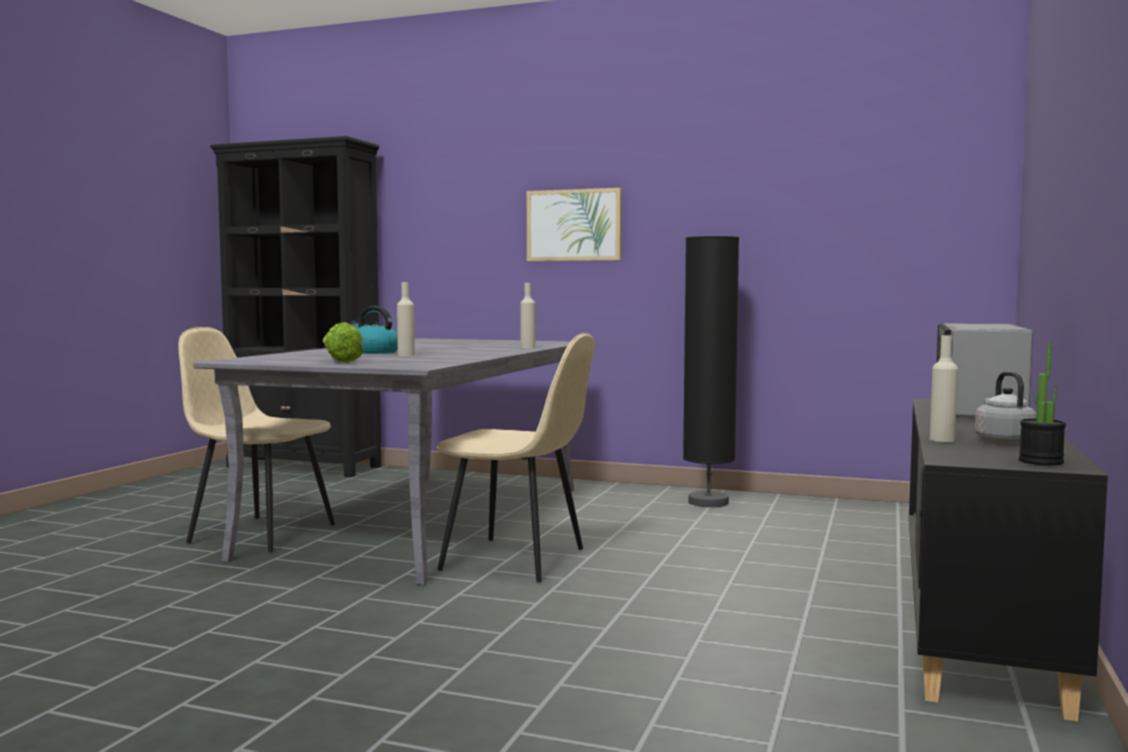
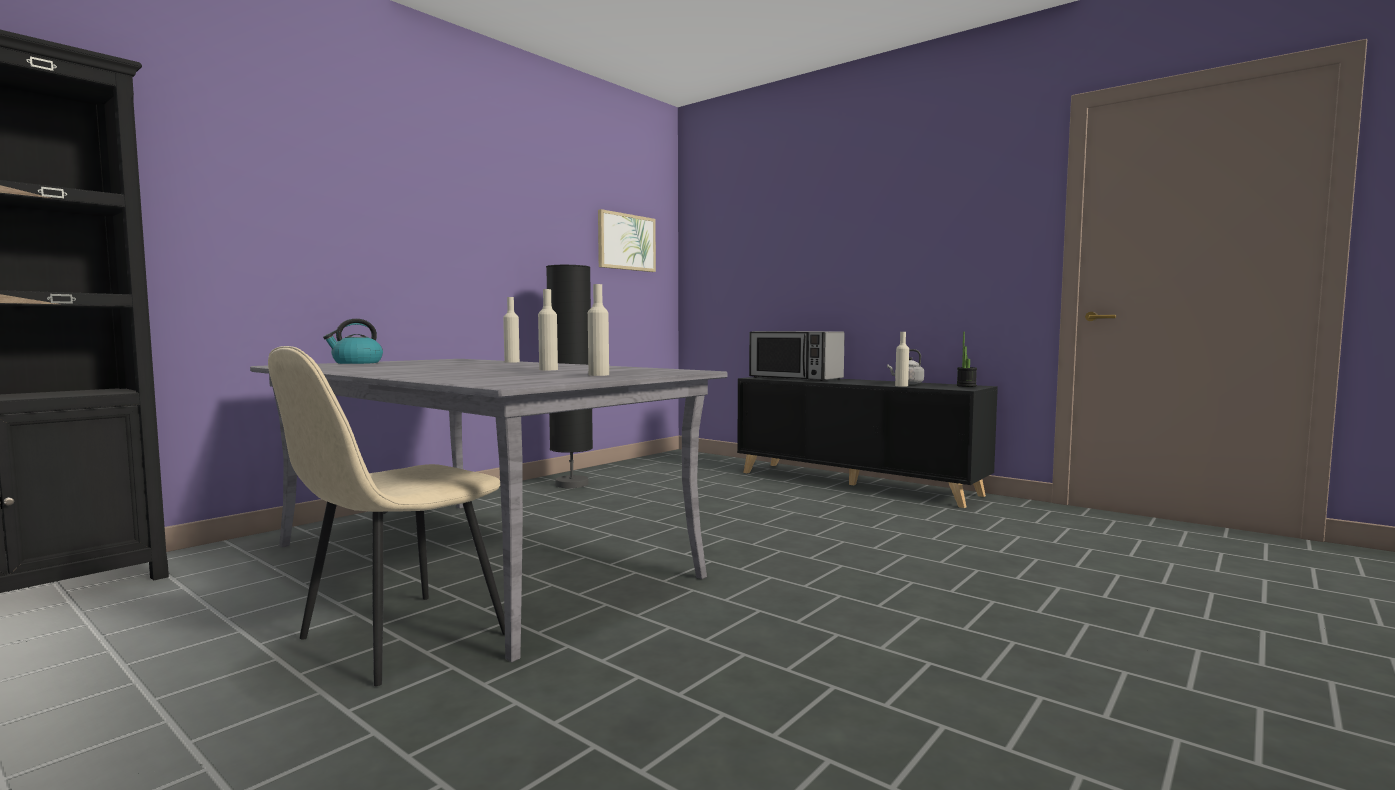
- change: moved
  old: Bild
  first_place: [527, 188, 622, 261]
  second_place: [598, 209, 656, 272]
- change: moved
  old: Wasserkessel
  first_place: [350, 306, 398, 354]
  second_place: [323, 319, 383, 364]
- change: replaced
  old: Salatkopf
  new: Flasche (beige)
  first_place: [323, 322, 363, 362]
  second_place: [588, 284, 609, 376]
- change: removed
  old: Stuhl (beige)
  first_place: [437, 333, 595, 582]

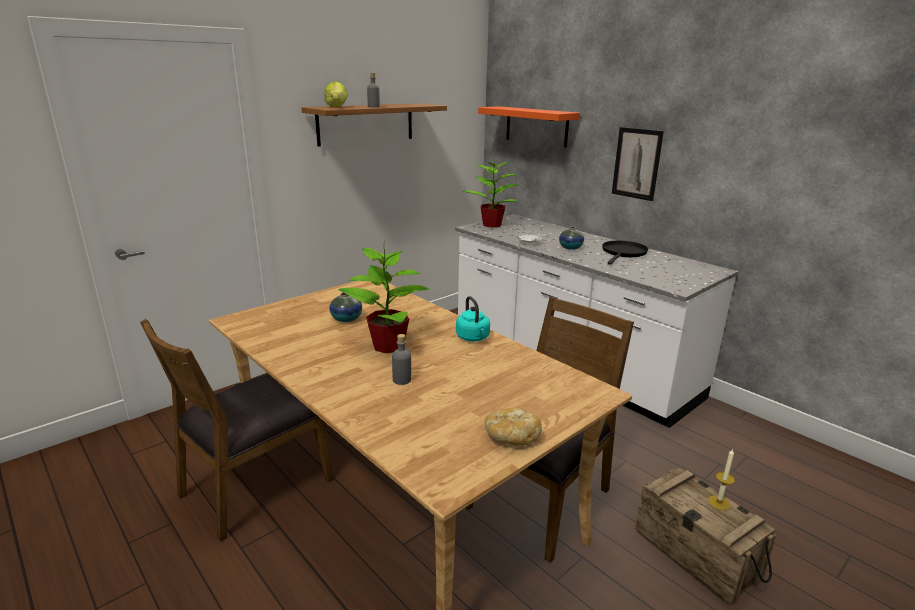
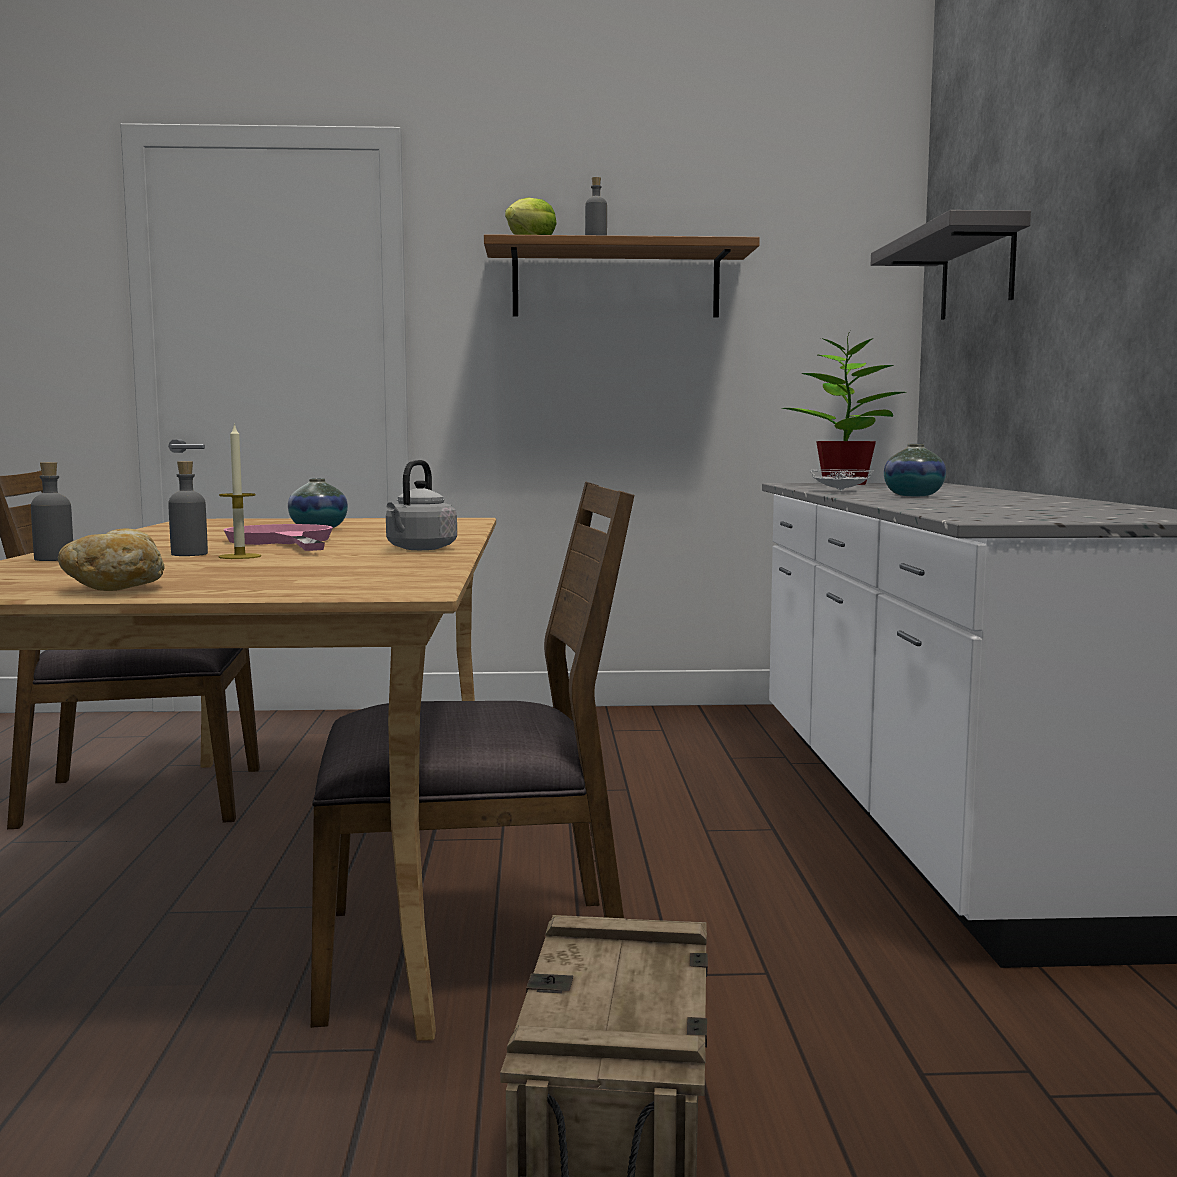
- change: recoloured
  old: Wandregal (orange)
  new: Wandregal (grau)
  first_place: [478, 106, 580, 147]
  second_place: [871, 210, 1031, 320]
- change: removed
  old: Bild
  first_place: [612, 127, 664, 201]
- change: removed
  old: Pfanne (schwarz)
  first_place: [602, 240, 649, 265]
- change: replaced
  old: Topfpflanze
  new: Pfanne (rosa)
  first_place: [338, 241, 429, 353]
  second_place: [224, 524, 333, 551]
- change: recoloured
  old: Wasserkessel (türkis)
  new: Wasserkessel (grau)
  first_place: [456, 296, 490, 341]
  second_place: [386, 460, 457, 550]
- change: moved
  old: Kerze
  first_place: [708, 449, 735, 510]
  second_place: [219, 423, 261, 559]
- change: added
  new: Flasche (grau)
  second_place: [31, 462, 73, 561]

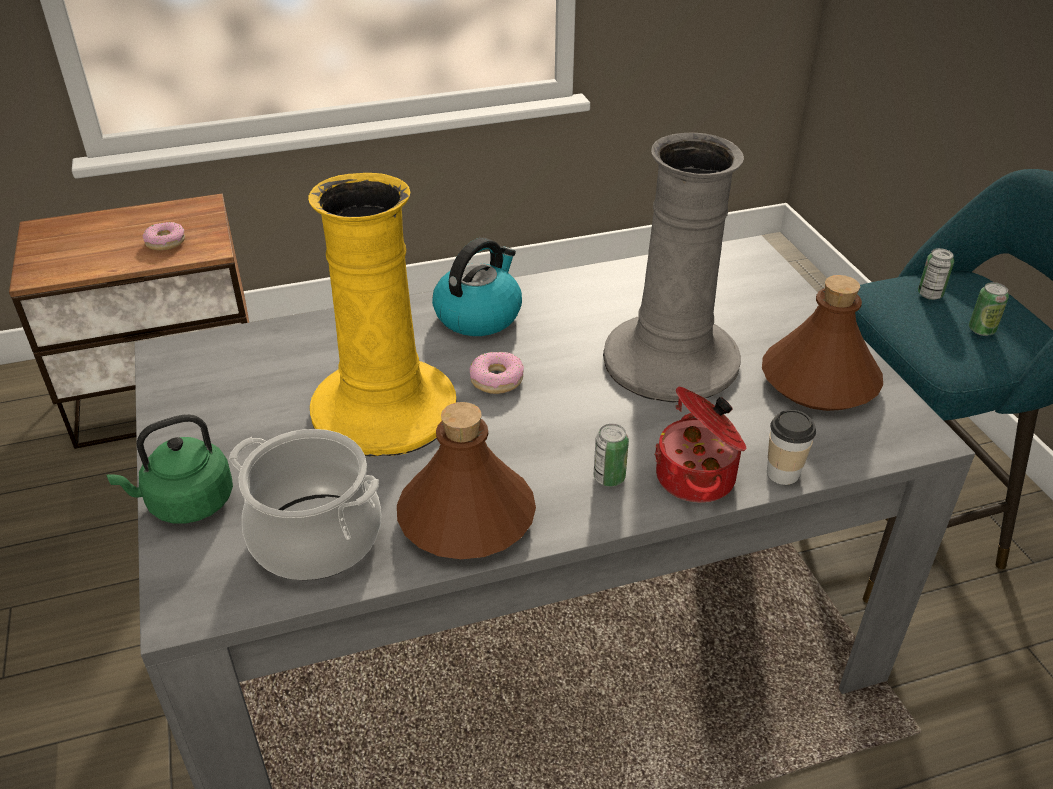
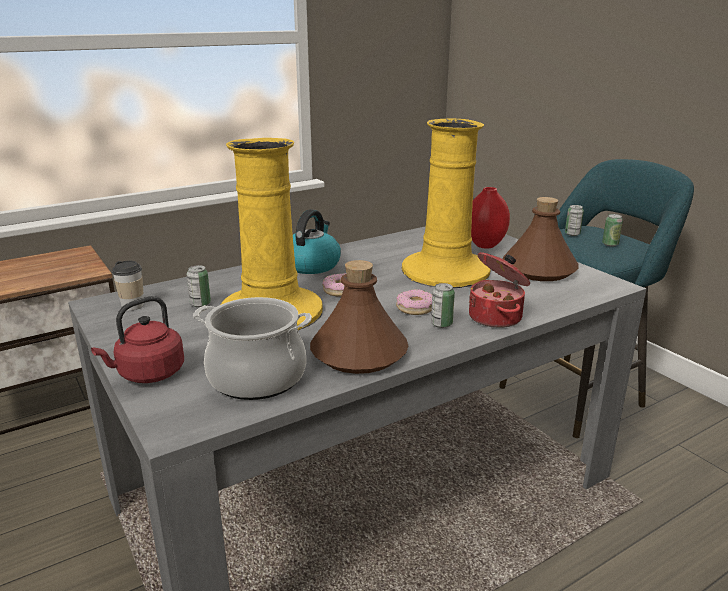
- change: recoloured
  old: Vase (grau)
  new: Vase (gelb)
  first_place: [603, 133, 744, 402]
  second_place: [402, 119, 491, 288]
- change: moved
  old: Donut
  first_place: [143, 222, 185, 250]
  second_place: [396, 289, 432, 315]
- change: moved
  old: Tasse
  first_place: [767, 410, 816, 485]
  second_place: [112, 261, 144, 311]
- change: recoloured
  old: Wasserkessel (grün)
  new: Wasserkessel (rot)
  first_place: [106, 414, 233, 524]
  second_place: [91, 296, 184, 383]
- change: added
  new: Vase (rot)
  second_place: [471, 187, 510, 249]
- change: added
  new: Dose
  second_place: [187, 265, 211, 307]

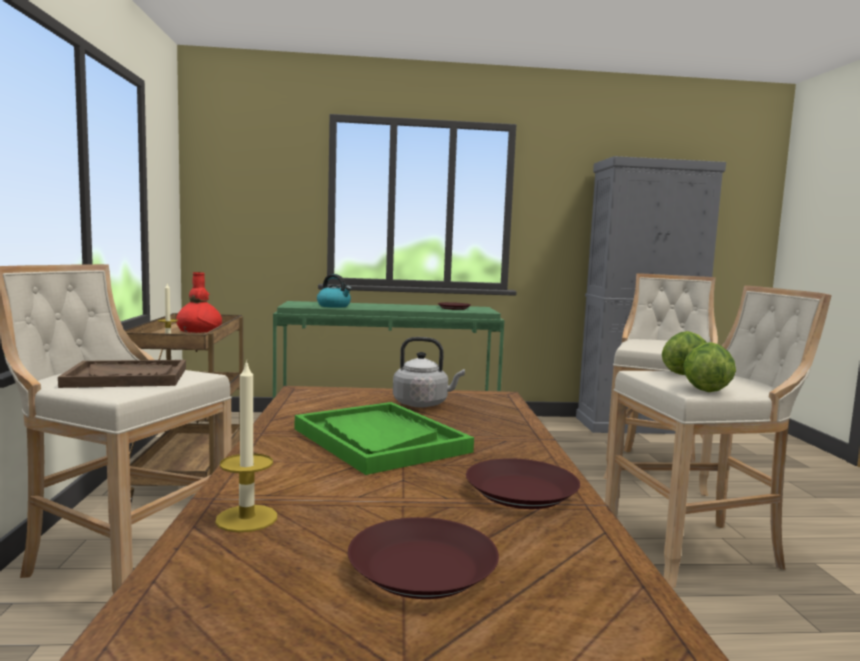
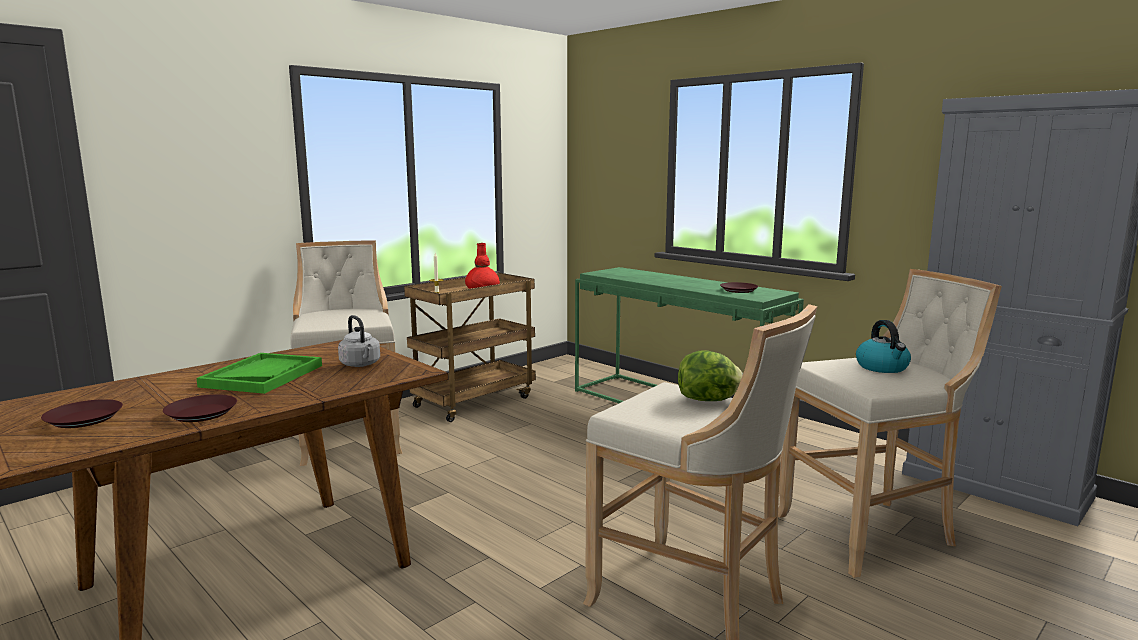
- change: moved
  old: Wasserkessel
  first_place: [317, 274, 352, 308]
  second_place: [856, 320, 911, 373]
- change: removed
  old: Salatkopf
  first_place: [683, 342, 736, 392]
- change: removed
  old: Kerze
  first_place: [215, 359, 277, 532]
- change: removed
  old: Tablett (braun)
  first_place: [58, 360, 186, 388]

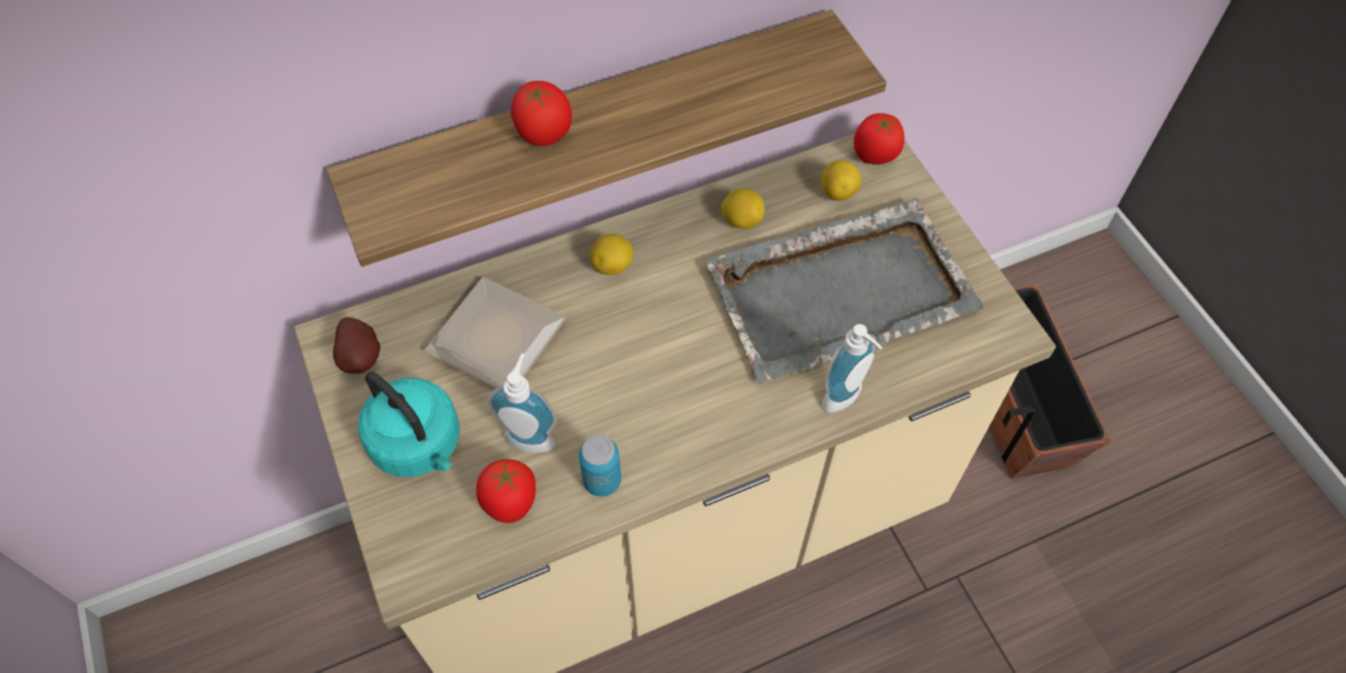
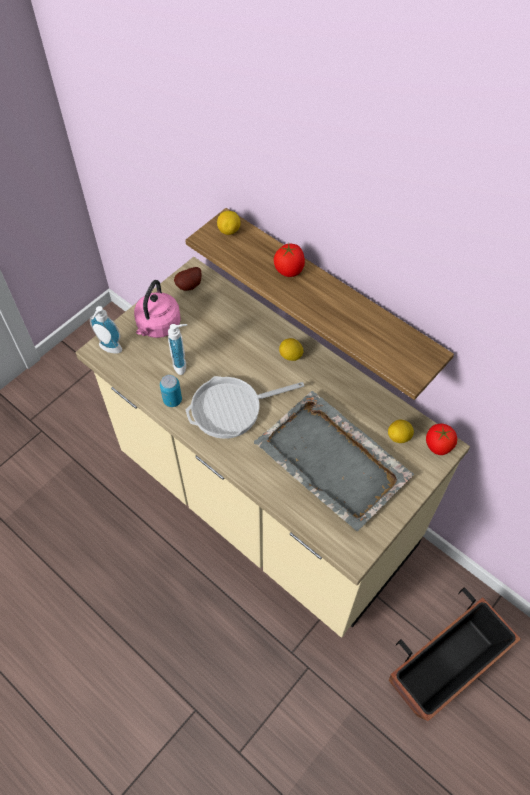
- change: moved
  old: Zitrone
  first_place: [721, 188, 765, 229]
  second_place: [217, 211, 241, 235]
- change: removed
  old: Teller
  first_place: [424, 277, 566, 388]
- change: moved
  old: Seifenspender
  first_place: [822, 324, 882, 413]
  second_place: [90, 306, 122, 353]
- change: recoloured
  old: Wasserkessel (türkis)
  new: Wasserkessel (rosa)
  first_place: [358, 372, 460, 477]
  second_place: [134, 280, 181, 338]
- change: removed
  old: Tomate
  first_place: [476, 459, 536, 523]
- change: added
  new: Pfanne
  second_place: [186, 376, 304, 439]

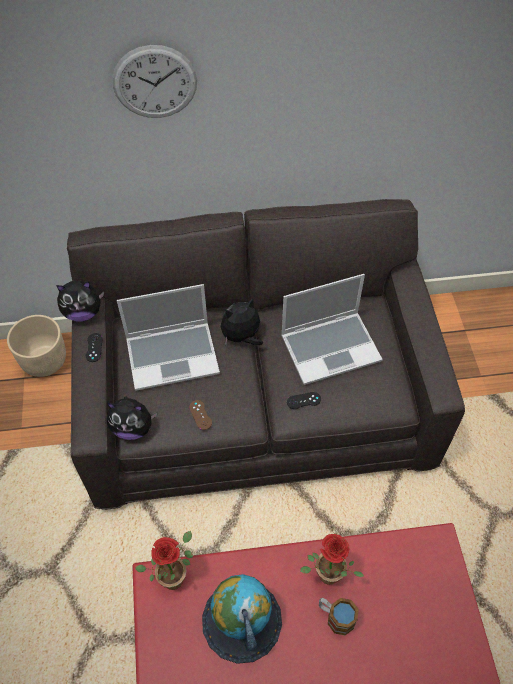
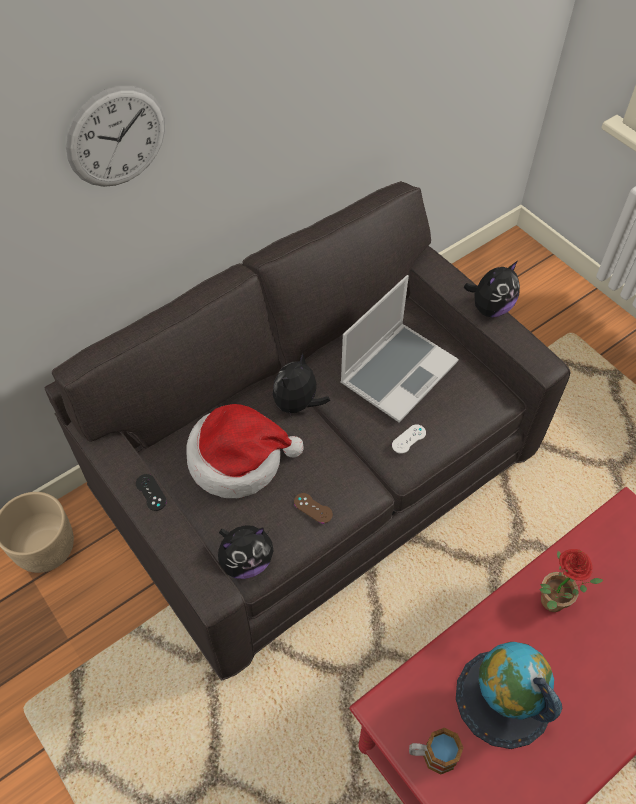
- change: moved
  old: Plüschtier
  first_place: [56, 281, 104, 322]
  second_place: [464, 261, 520, 317]
- change: replaced
  old: Laptop
  new: Hut
  first_place: [117, 284, 220, 391]
  second_place: [186, 404, 304, 498]
- change: recoloured
  old: Gamepad (schwarz)
  new: Gamepad (weiß)
  first_place: [287, 392, 321, 409]
  second_place: [392, 425, 426, 454]
- change: removed
  old: Topfpflanze
  first_place: [135, 531, 193, 590]
- change: moved
  old: Henkelbecher
  first_place: [319, 598, 359, 635]
  second_place: [409, 728, 464, 774]

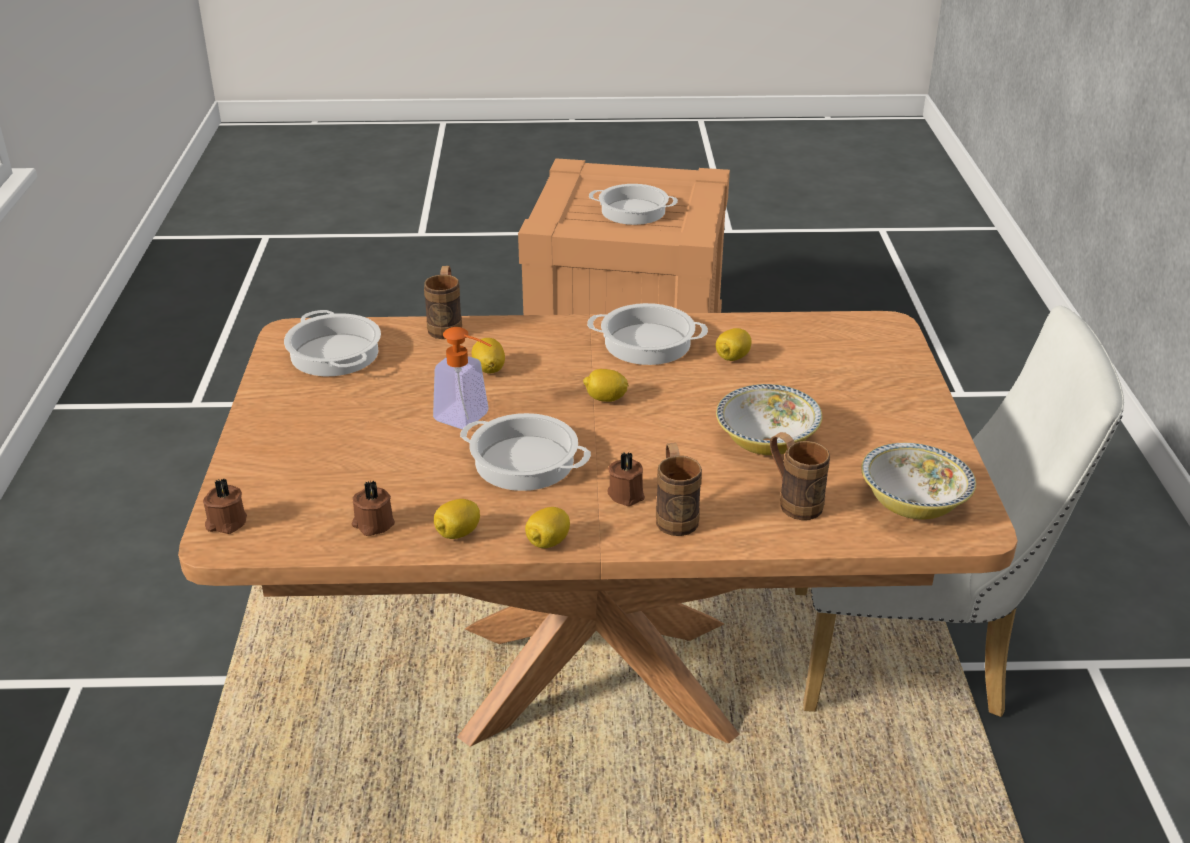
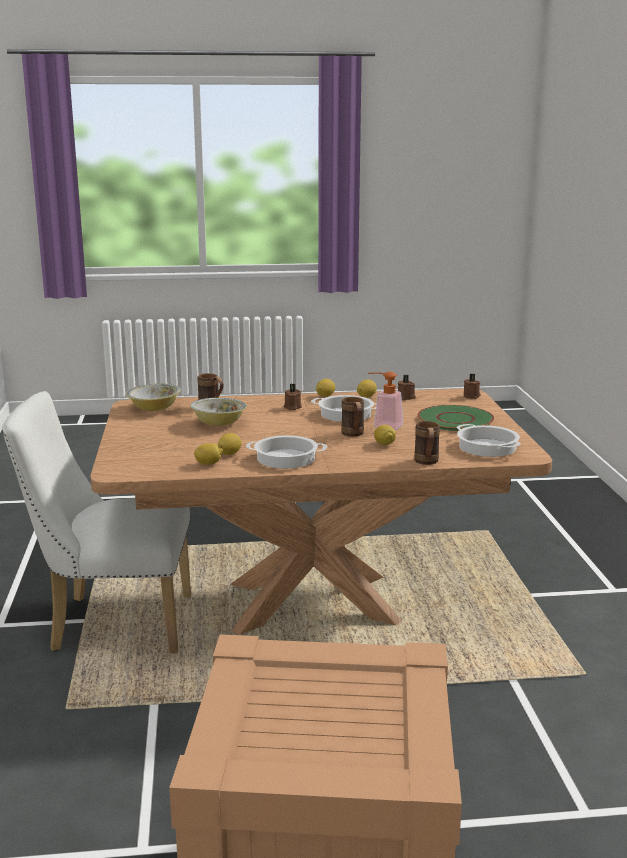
- change: removed
  old: Kochtopf
  first_place: [589, 184, 678, 225]
- change: moved
  old: Zitrone
  first_place: [583, 369, 629, 402]
  second_place: [194, 443, 223, 465]
- change: moved
  old: Henkelbecher (braun)
  first_place: [656, 442, 702, 536]
  second_place: [341, 397, 364, 437]
- change: added
  new: Teller (grün)
  second_place: [418, 405, 494, 431]

